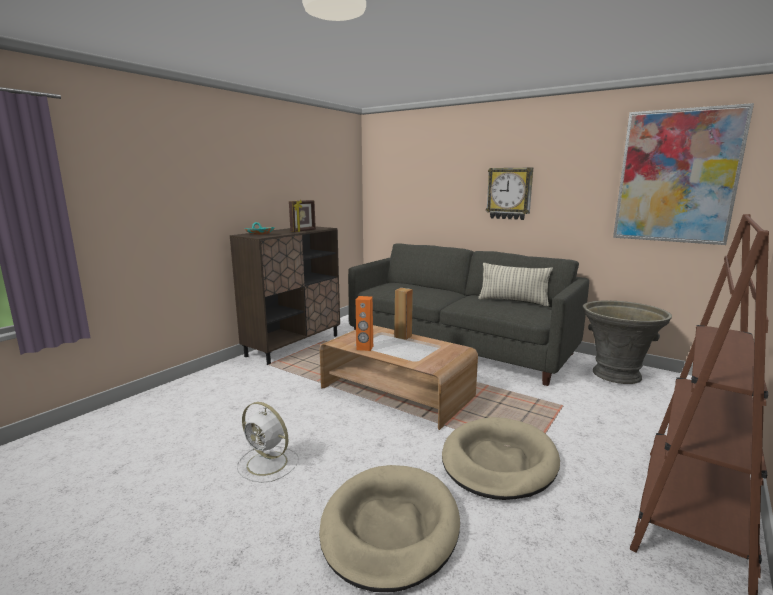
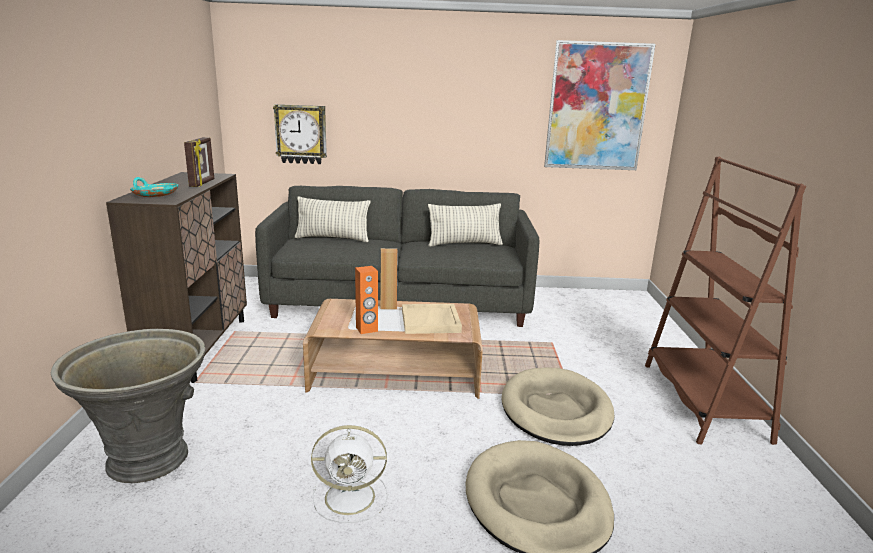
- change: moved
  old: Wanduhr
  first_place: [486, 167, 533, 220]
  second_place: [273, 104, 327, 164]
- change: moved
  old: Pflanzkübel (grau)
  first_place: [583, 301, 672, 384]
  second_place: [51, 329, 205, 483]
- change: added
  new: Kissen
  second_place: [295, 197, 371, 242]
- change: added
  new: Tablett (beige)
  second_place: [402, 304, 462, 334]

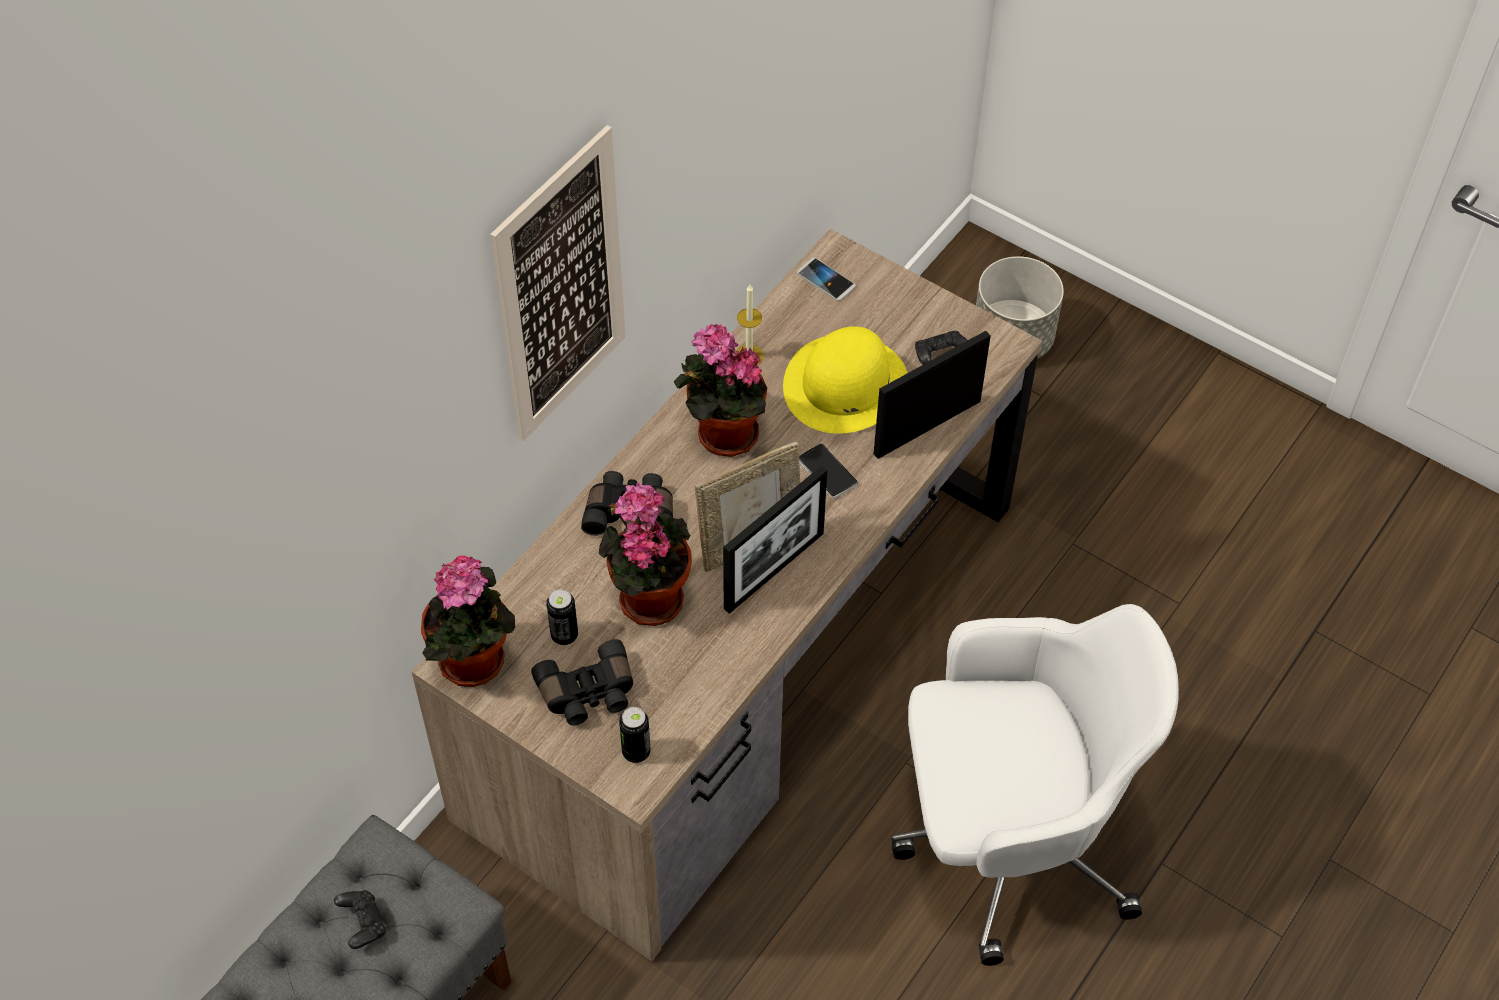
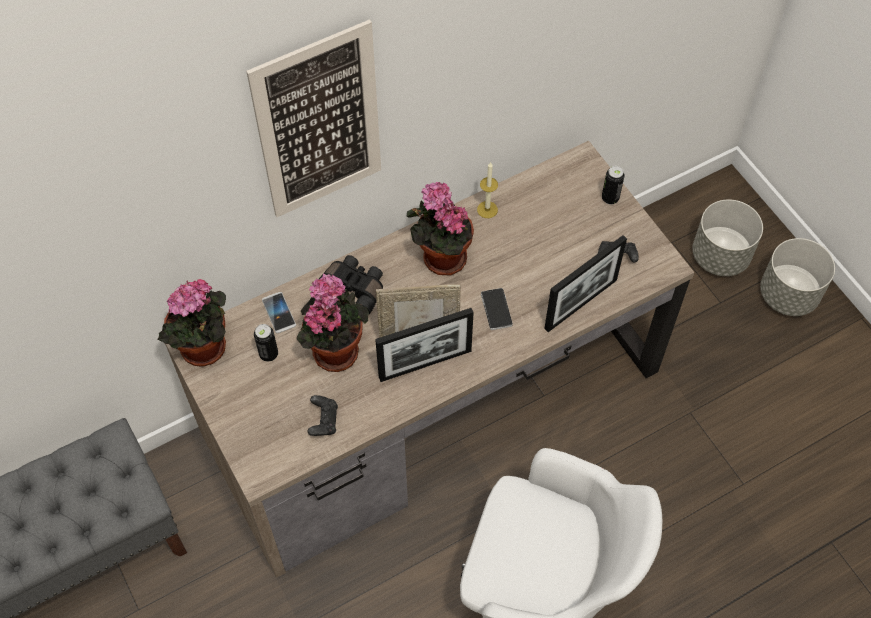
- change: moved
  old: Handy
  first_place: [797, 258, 856, 301]
  second_place: [262, 292, 296, 333]
- change: removed
  old: Hut (gelb)
  first_place: [783, 326, 907, 434]
- change: turned
  old: Bilderrahmen
  first_place: [874, 331, 991, 459]
  second_place: [544, 235, 627, 332]
  degrees: 150
- change: removed
  old: Fernglas (schwarz)
  first_place: [531, 639, 633, 725]
- change: moved
  old: Dose
  first_place: [619, 707, 651, 763]
  second_place: [602, 166, 625, 205]
- change: moved
  old: Gamepad (schwarz)
  first_place: [334, 890, 386, 949]
  second_place: [308, 395, 338, 436]
- change: added
  new: Pflanzkübel (grau)
  second_place: [760, 238, 835, 316]

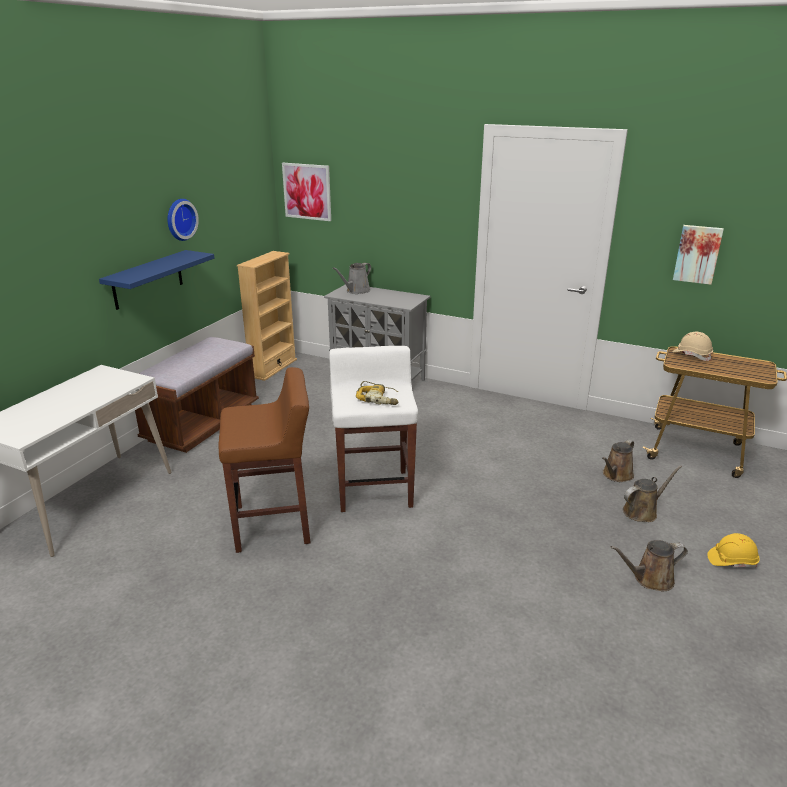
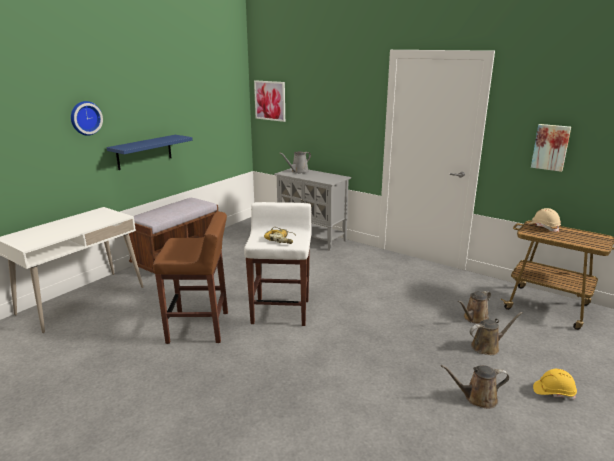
- change: moved
  old: Wanduhr
  first_place: [167, 199, 199, 241]
  second_place: [71, 101, 103, 136]
- change: removed
  old: Bücherregal (beige)
  first_place: [237, 251, 297, 381]

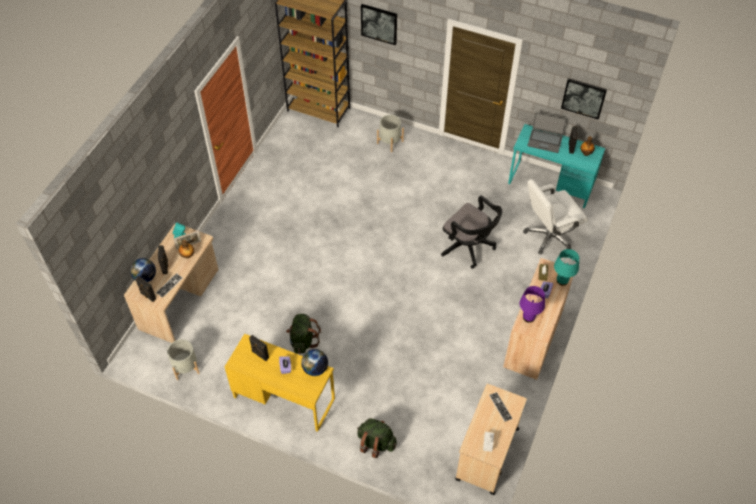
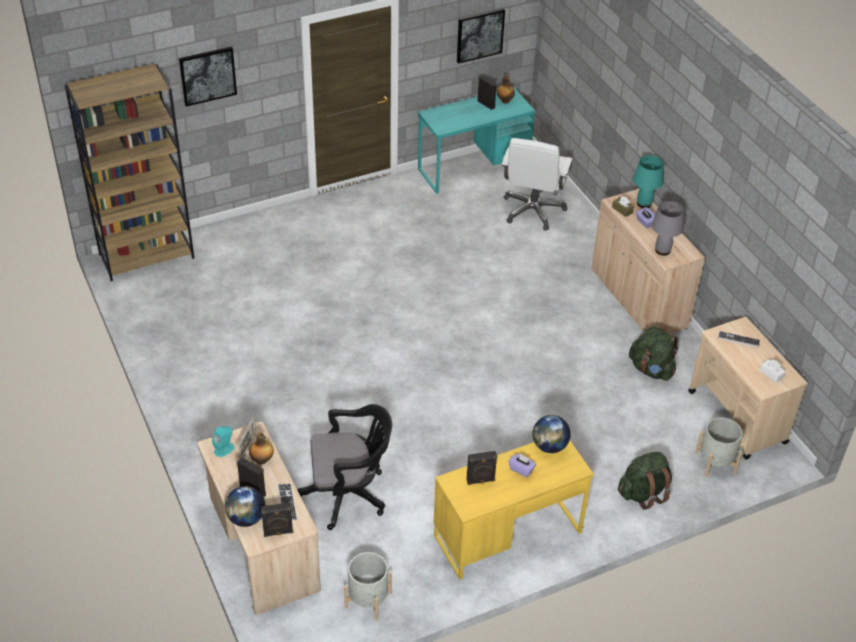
- change: removed
  old: Laptop
  first_place: [528, 112, 567, 153]
- change: moved
  old: Pflanzkübel (grau)
  first_place: [377, 115, 404, 152]
  second_place: [695, 417, 743, 477]
- change: moved
  old: Bürostuhl (schwarz)
  first_place: [441, 195, 502, 269]
  second_place: [298, 404, 392, 530]
- change: recoloured
  old: Tischlampe (lila)
  new: Tischlampe (grau)
  first_place: [520, 286, 545, 323]
  second_place: [651, 201, 684, 256]
- change: moved
  old: Rucksack (grün)
  first_place: [286, 314, 321, 354]
  second_place: [629, 327, 679, 381]

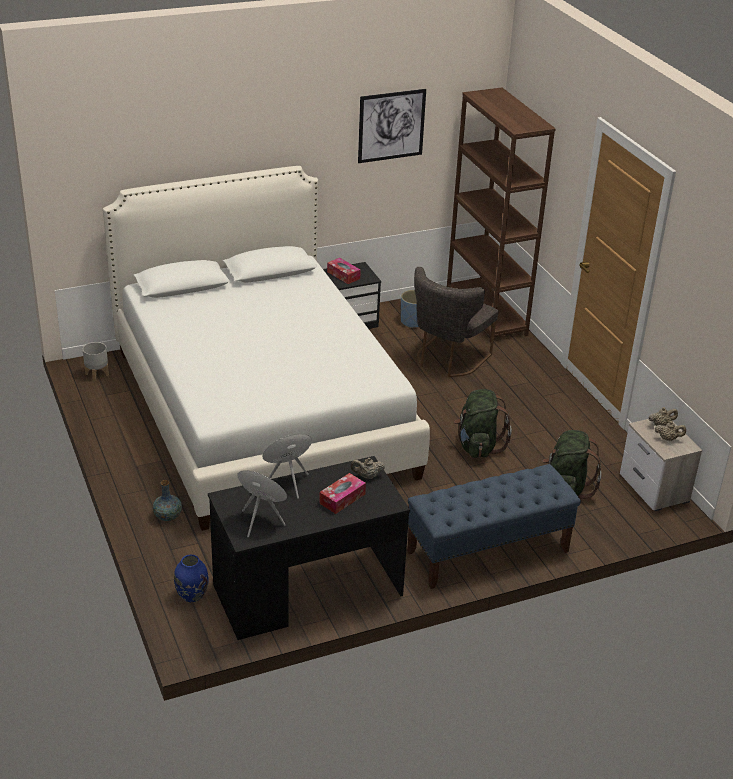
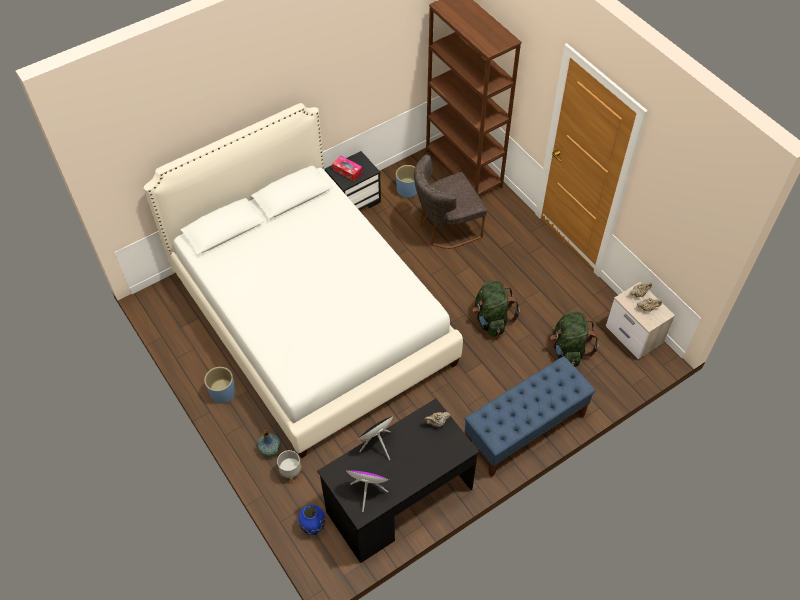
- change: removed
  old: Bild
  first_place: [358, 89, 426, 163]
- change: turned
  old: Stuhl (grau)
  first_place: [414, 267, 499, 377]
  second_place: [414, 154, 487, 249]
  degrees: 45
- change: moved
  old: Pflanzkübel (grau)
  first_place: [83, 342, 109, 381]
  second_place: [277, 450, 302, 484]
- change: removed
  old: Taschentuchbox
  first_place: [319, 473, 366, 514]
- change: added
  new: Pflanzkübel (blau)
  second_place: [204, 367, 236, 404]

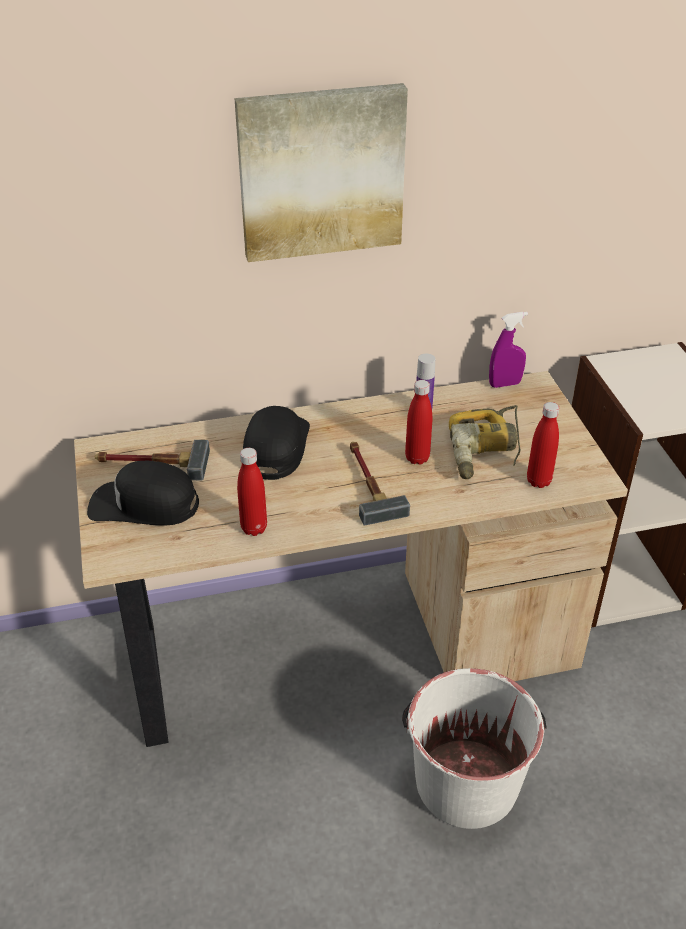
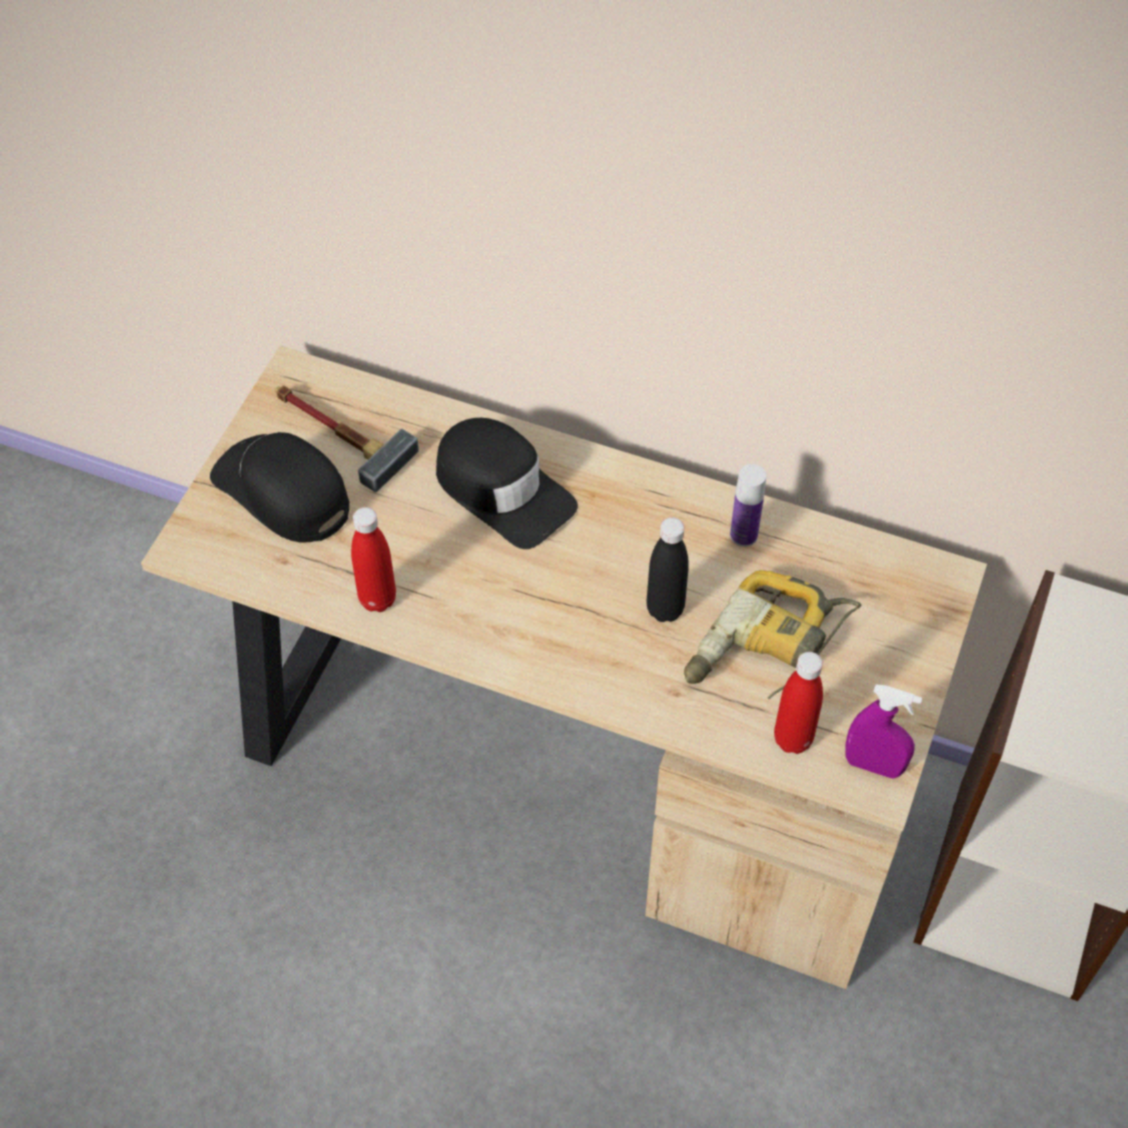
- change: removed
  old: Bild
  first_place: [234, 83, 408, 262]
- change: moved
  old: Sprühflasche (lila)
  first_place: [489, 312, 528, 388]
  second_place: [845, 684, 922, 779]
- change: recoloured
  old: Flasche (rot)
  new: Flasche (schwarz)
  first_place: [405, 380, 432, 465]
  second_place: [646, 517, 689, 622]
- change: turned
  old: Kappe (schwarz)
  first_place: [243, 406, 310, 480]
  second_place: [436, 418, 578, 549]
  degrees: 90
- change: removed
  old: Hammer
  first_place: [350, 442, 410, 526]
- change: removed
  old: Eimer (weiß)
  first_place: [402, 668, 546, 829]

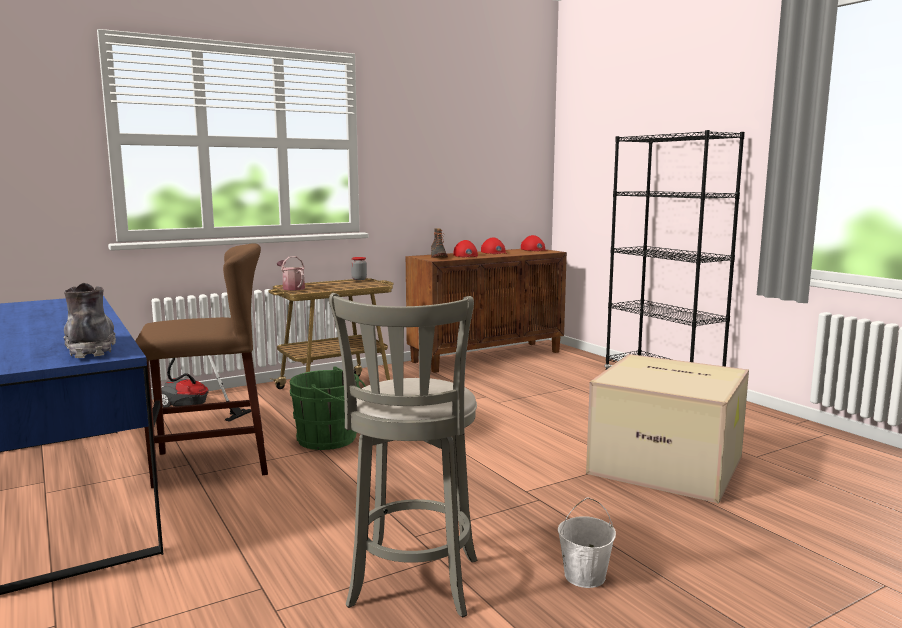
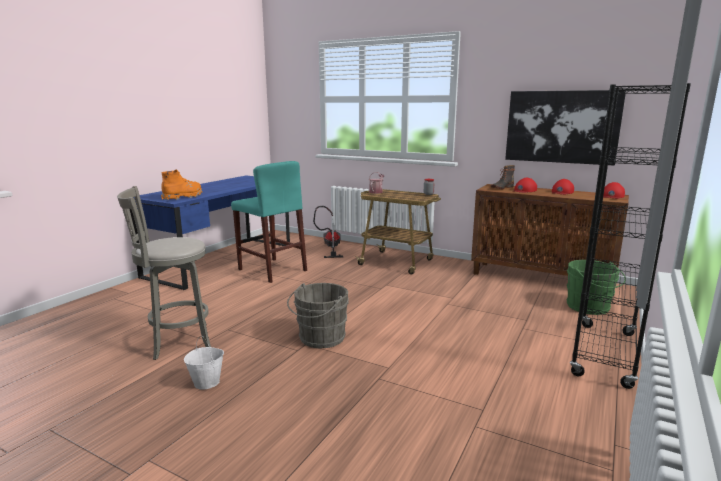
- change: recoloured
  old: Hocker (braun)
  new: Hocker (türkis)
  first_place: [135, 243, 268, 488]
  second_place: [231, 161, 307, 283]
- change: recoloured
  old: Stiefel (grau)
  new: Stiefel (orange)
  first_place: [64, 283, 116, 358]
  second_place: [161, 169, 202, 200]
- change: removed
  old: Karton
  first_place: [586, 354, 749, 504]
- change: moved
  old: Eimer (grün)
  first_place: [290, 367, 366, 450]
  second_place: [566, 260, 625, 315]
- change: added
  new: Bild
  second_place: [505, 90, 626, 166]
- change: added
  new: Eimer (grau)
  second_place: [287, 283, 349, 348]

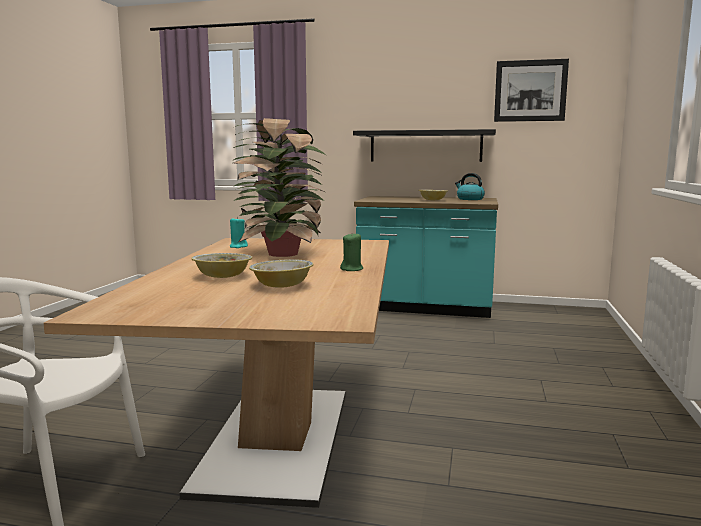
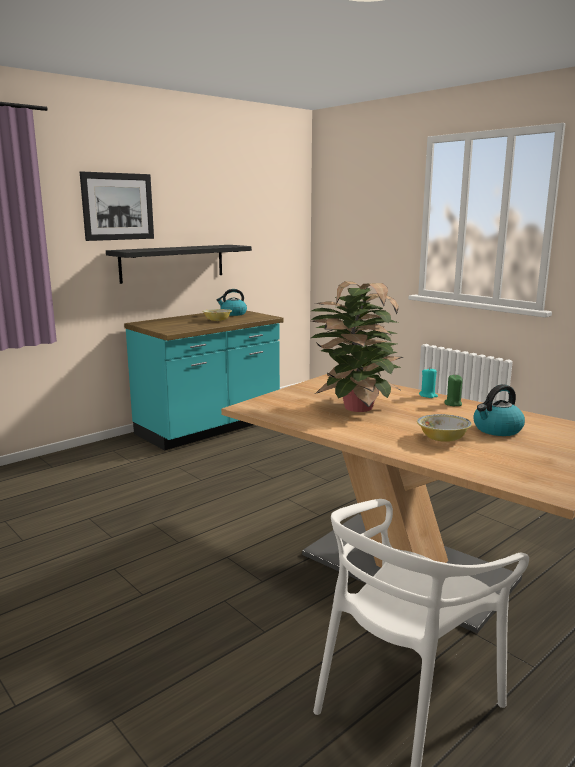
- change: moved
  old: Bild
  first_place: [494, 59, 569, 122]
  second_place: [80, 171, 154, 241]
- change: moved
  old: Kerze (türkis)
  first_place: [230, 217, 248, 248]
  second_place: [419, 368, 438, 398]
- change: replaced
  old: Schüssel
  new: Wasserkessel
  first_place: [249, 259, 314, 288]
  second_place: [473, 384, 525, 436]

